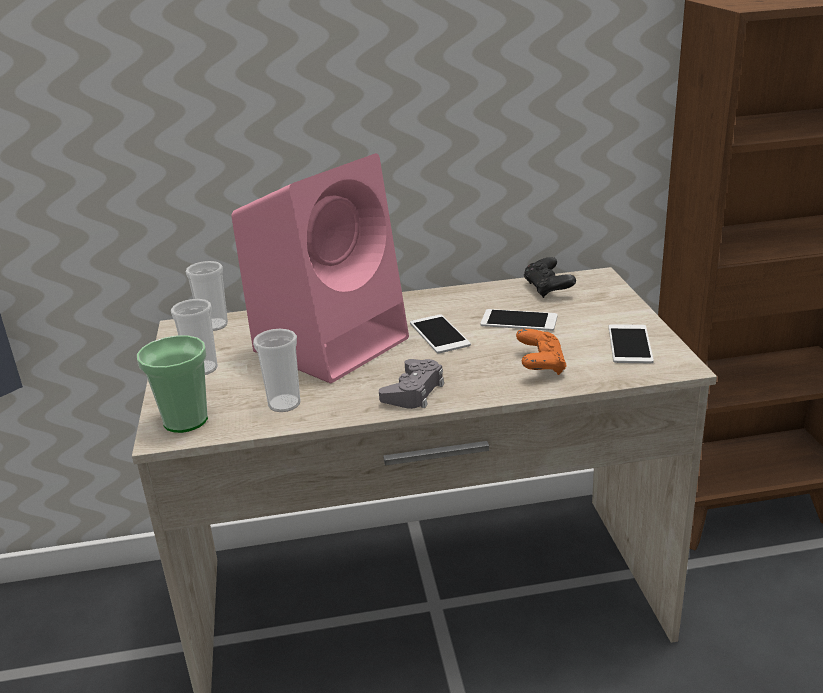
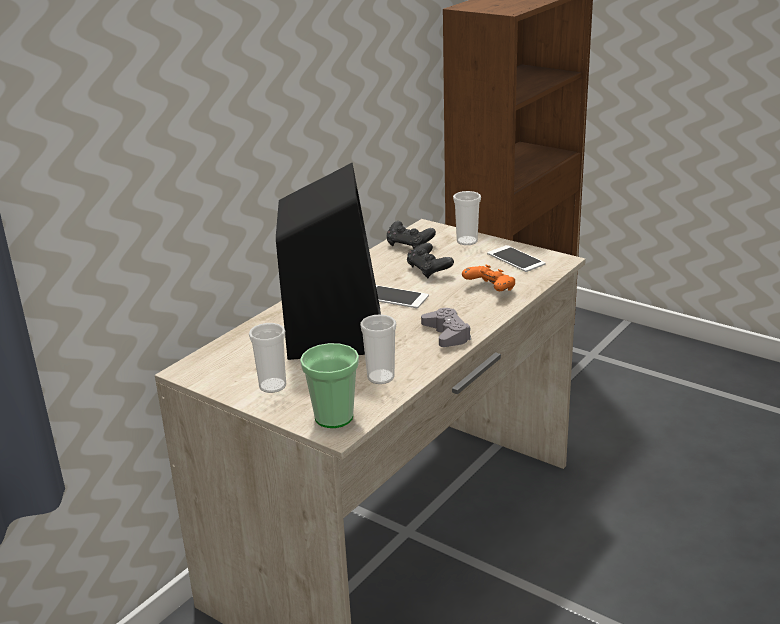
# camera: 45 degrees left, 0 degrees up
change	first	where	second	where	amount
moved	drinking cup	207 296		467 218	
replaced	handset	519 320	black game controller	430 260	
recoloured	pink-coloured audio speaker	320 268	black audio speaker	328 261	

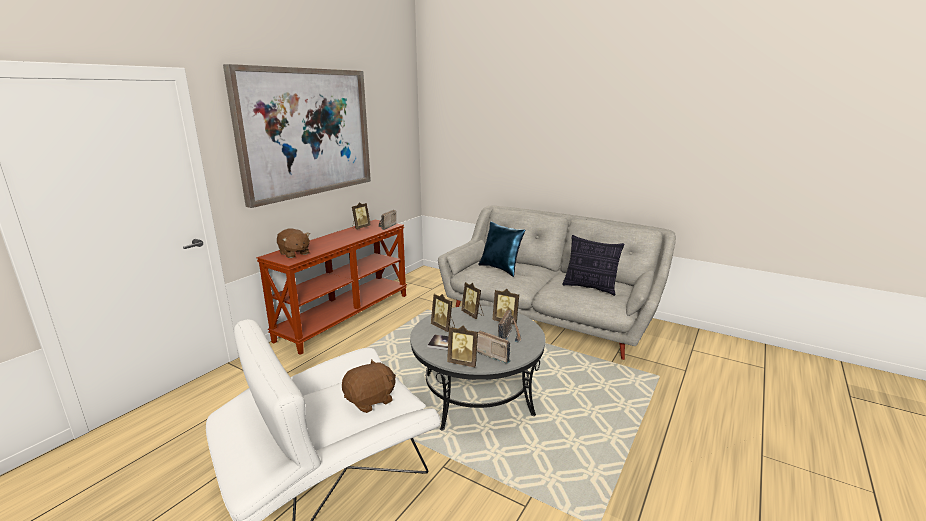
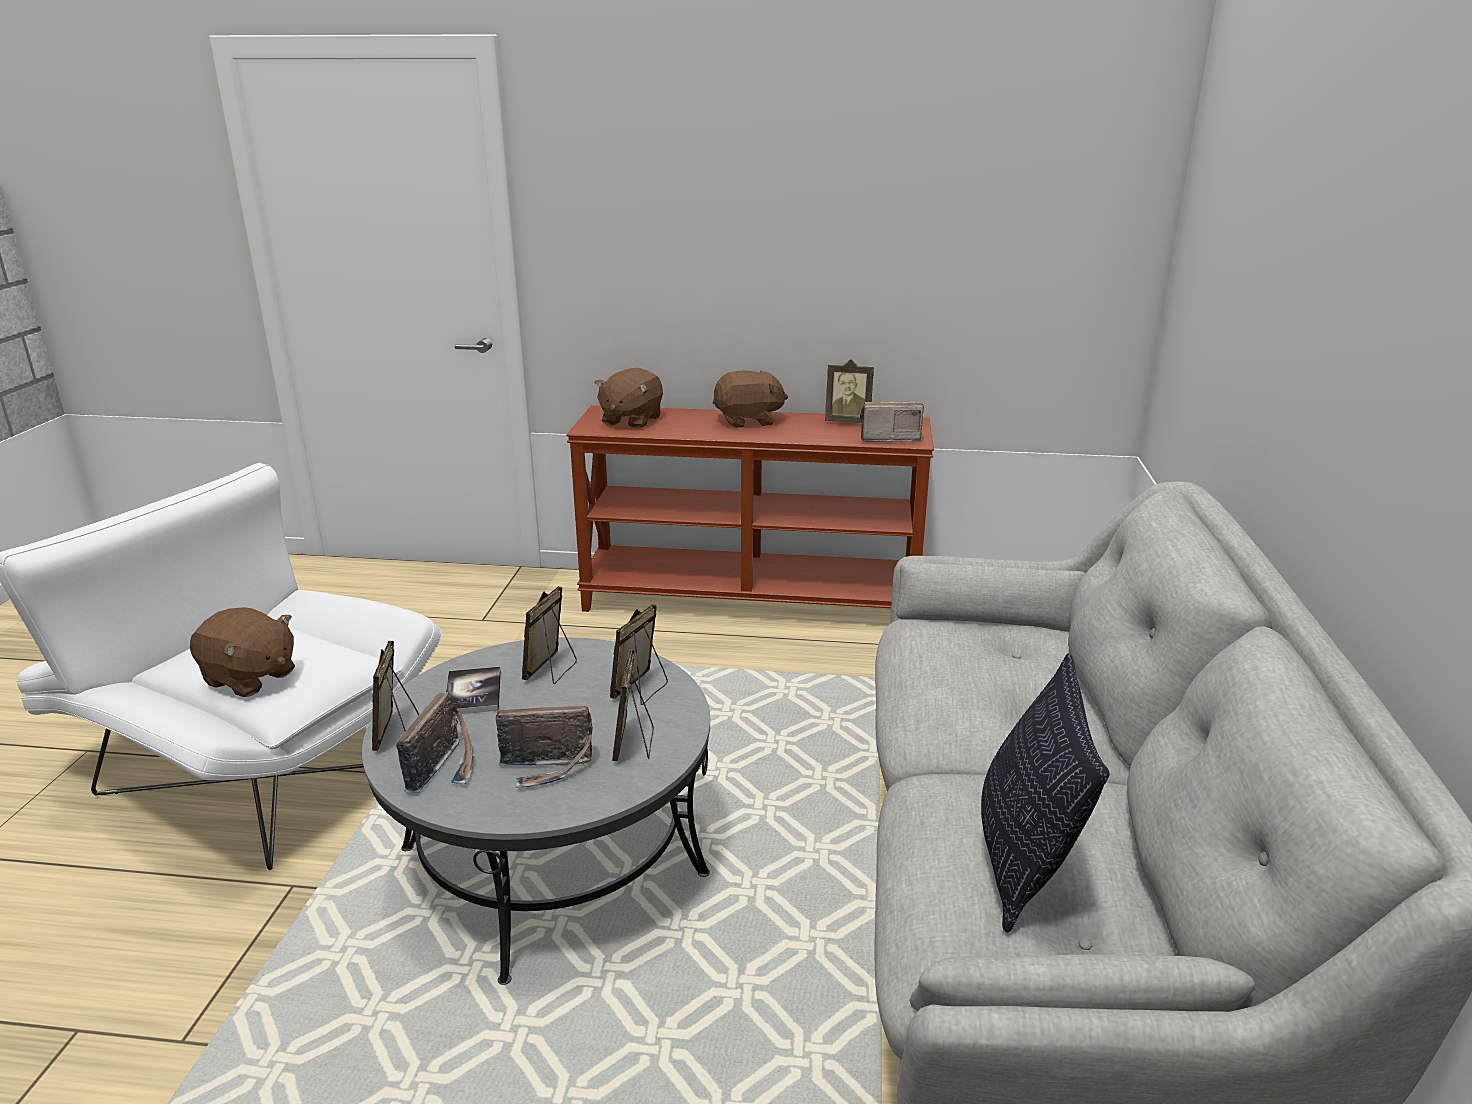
# camera: 65 degrees right, 5 degrees up
change	first	where	second	where	amount
removed	picture	297 136			
removed	bluish cushion	501 249			
added			brownish plush toy	750 399	

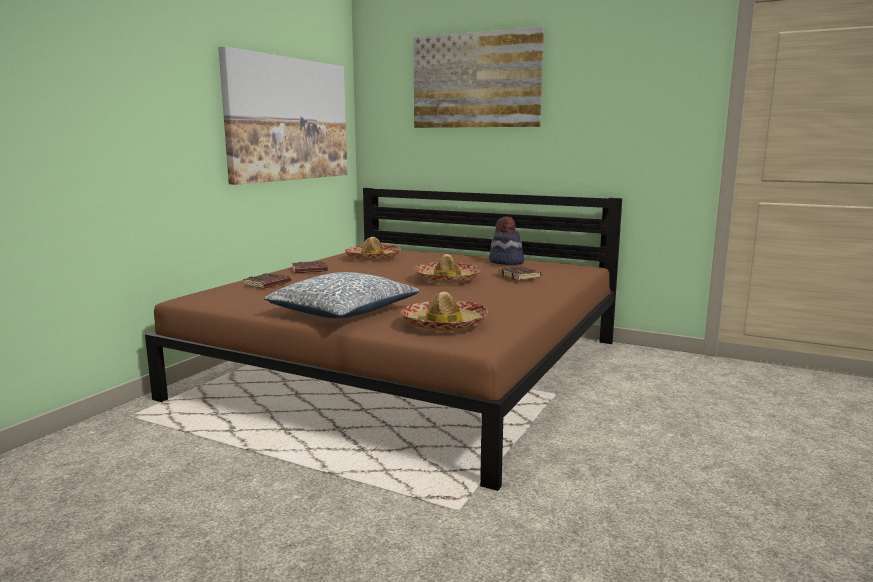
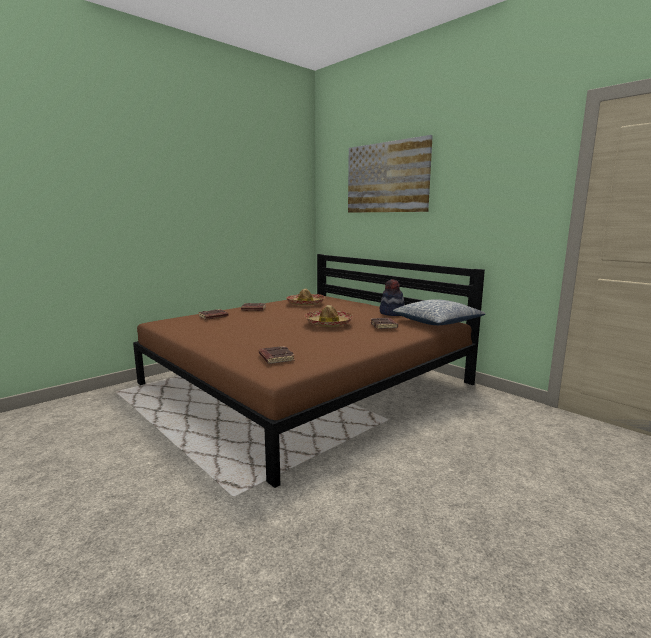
# camera: 20 degrees right, 0 degrees up
change	first	where	second	where	amount
removed	picture	282 115			
moved	cushion	341 295		439 312	
replaced	hat	444 311	brownish book	277 355	

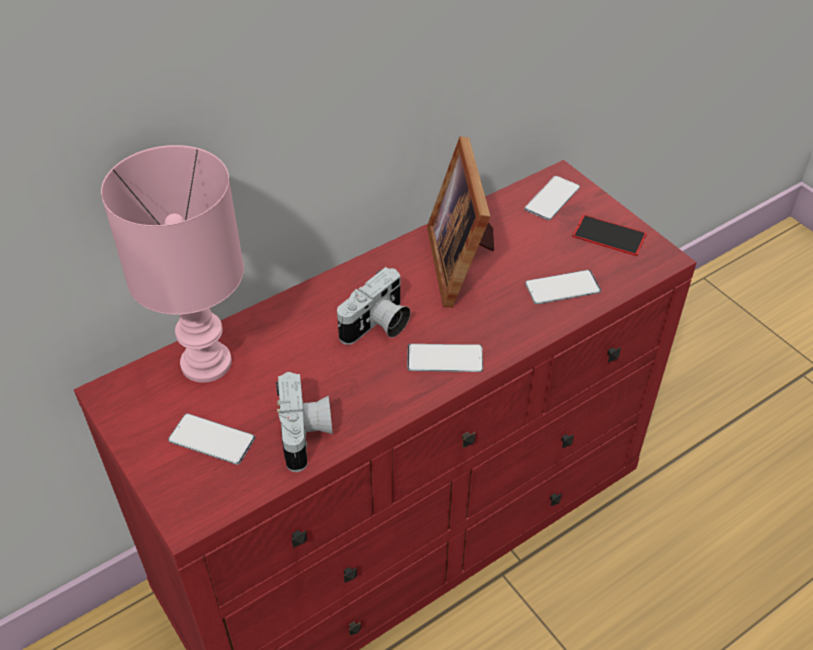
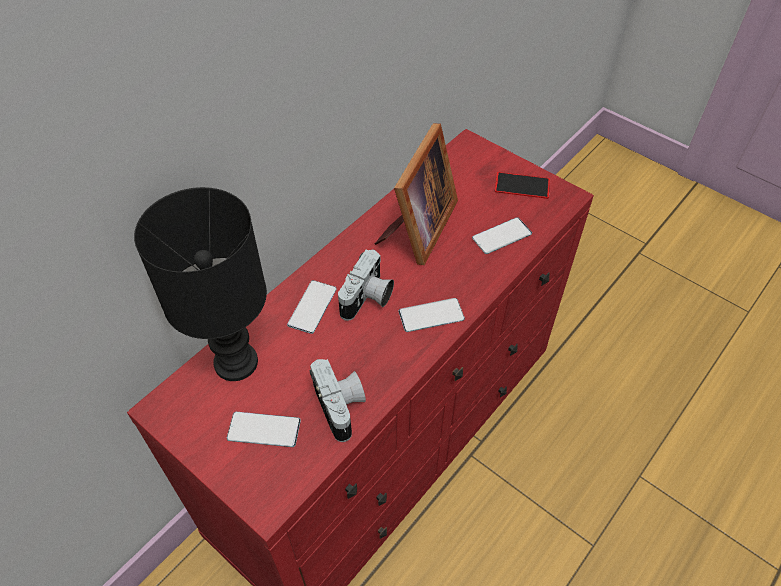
# camera: 15 degrees left, 5 degrees up
change	first	where	second	where	amount
moved	handset	552 198		312 307	
recoloured	pink-coloured table lamp	172 264	black table lamp	200 284	
turned	photo frame	460 222		416 194	135 degrees counterclockwise

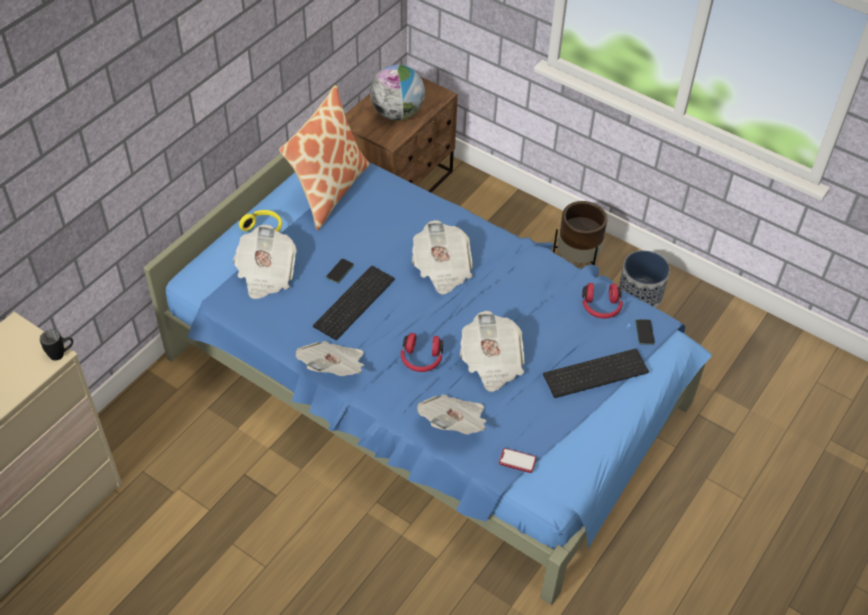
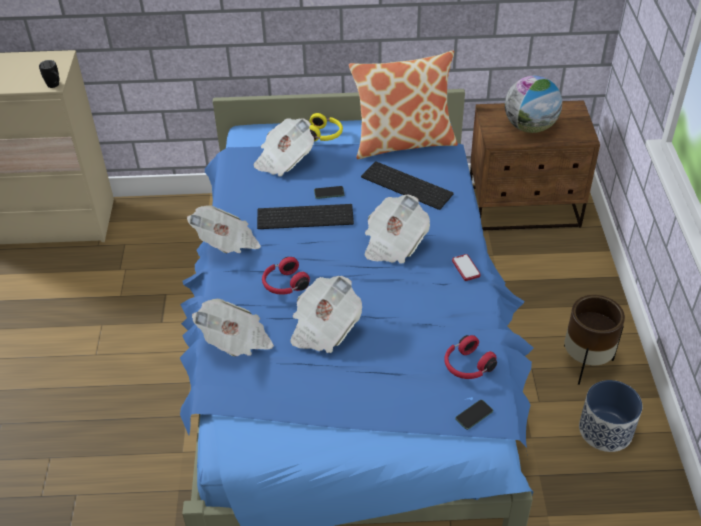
# camera: 55 degrees right, 5 degrees down
change	first	where	second	where	amount
moved	handset	517 460		466 267	
moved	PC keyboard	596 373		407 185	

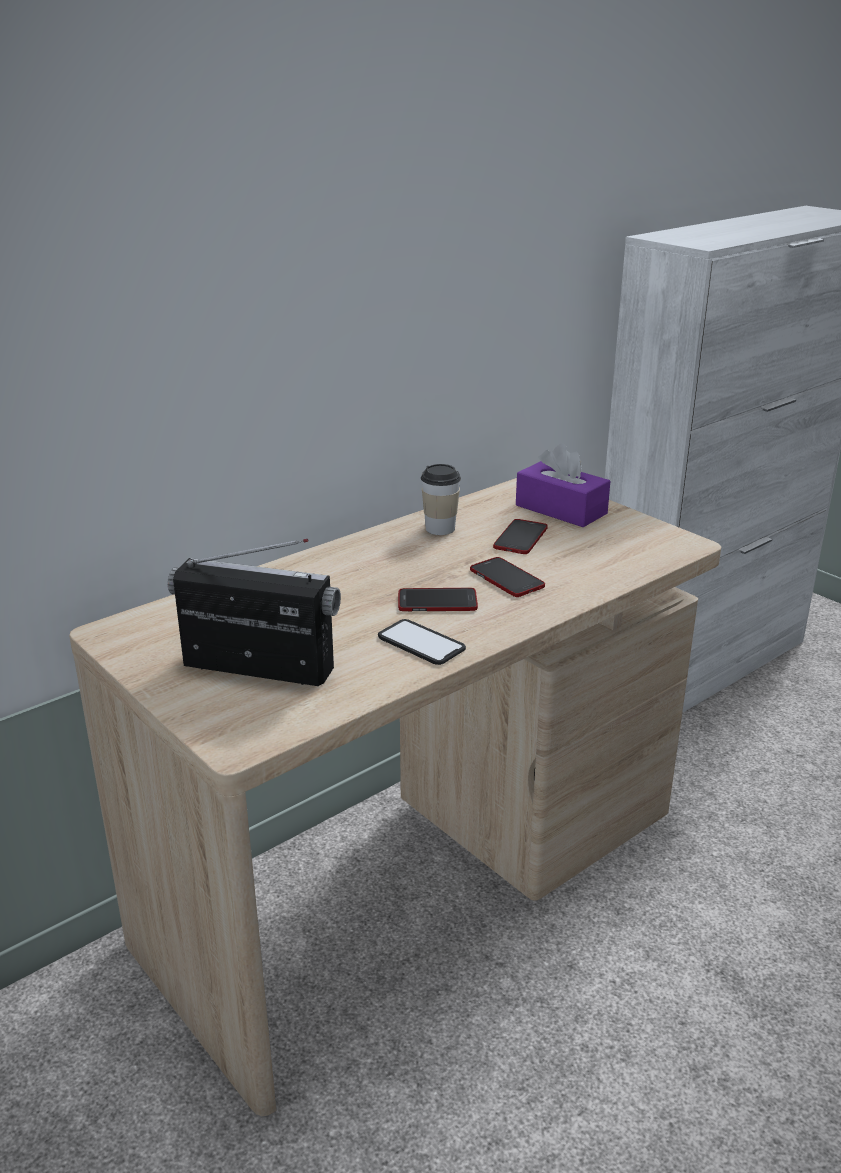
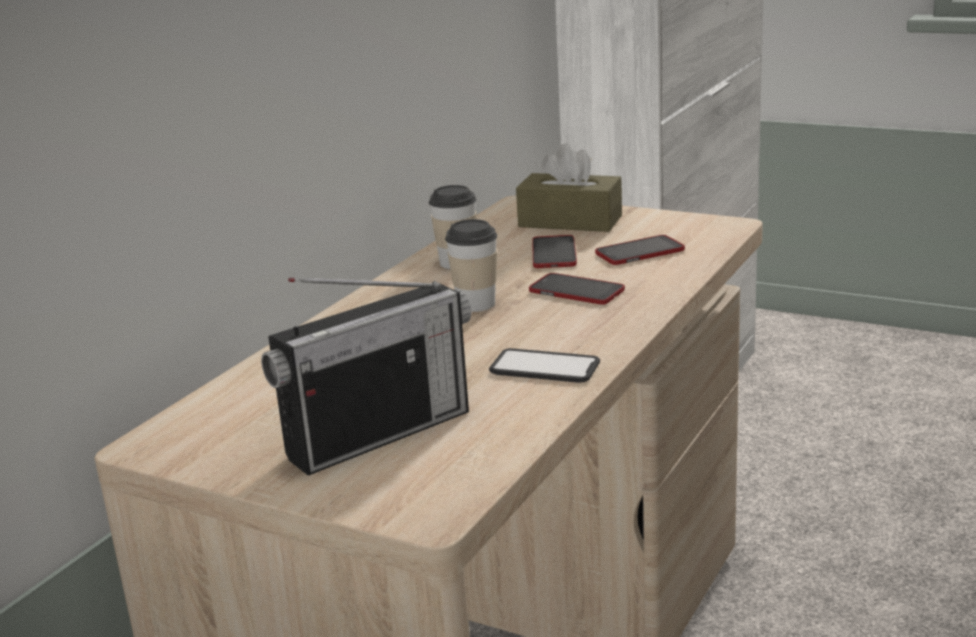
# camera: 20 degrees left, 5 degrees down
change	first	where	second	where	amount
added			drinking cup	471 265	
moved	handset	438 599		640 250	
recoloured	purple-coloured tissue box	563 485	brownish tissue box	569 187	
turned	radio set	254 612		366 377	150 degrees clockwise

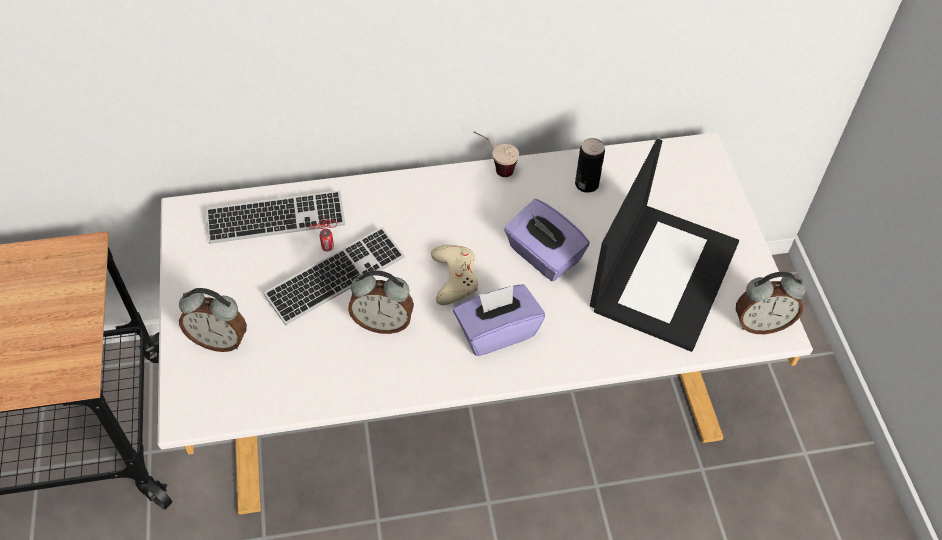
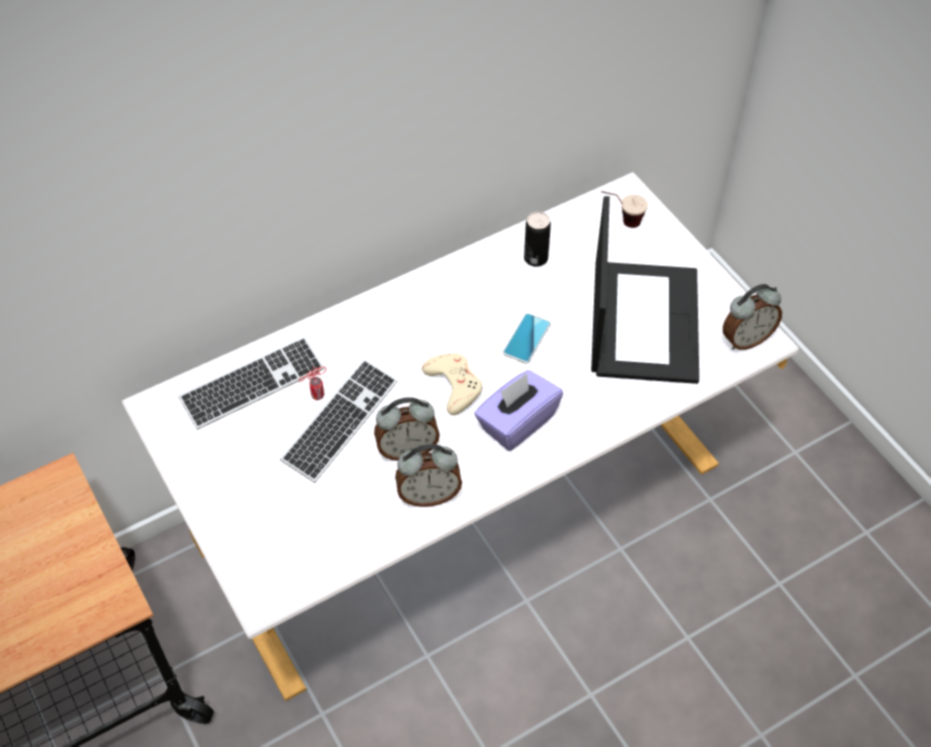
# camera: 20 degrees left, 0 degrees up
change	first	where	second	where	amount
moved	bedside clock	213 320		428 475	
moved	drinking cup	496 154		624 209	
replaced	purple-coloured tissue box	547 240	handset	526 338	

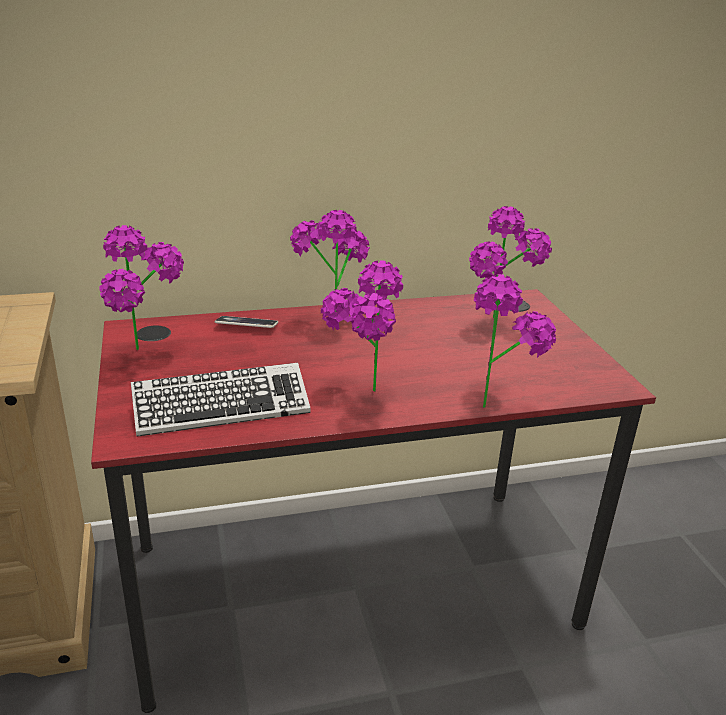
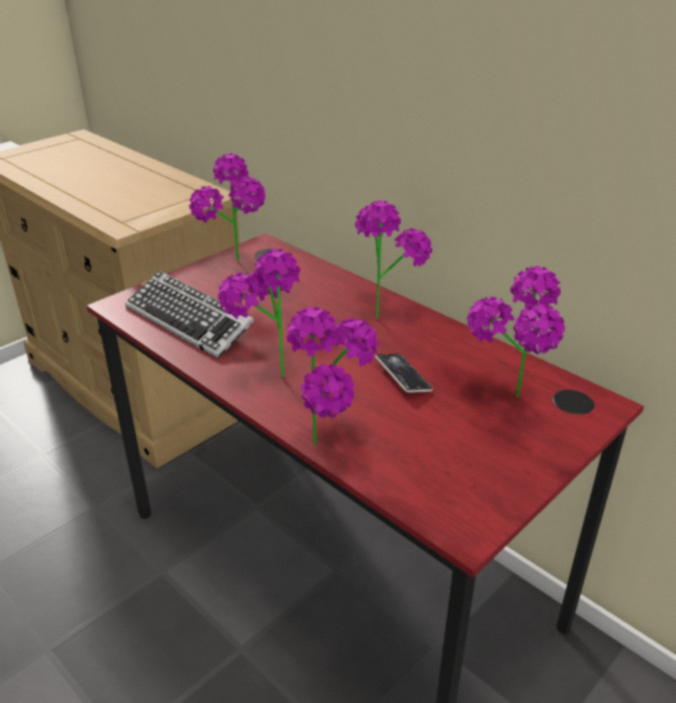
# camera: 60 degrees right, 5 degrees up
change	first	where	second	where	amount
moved	handset	246 322		404 373	

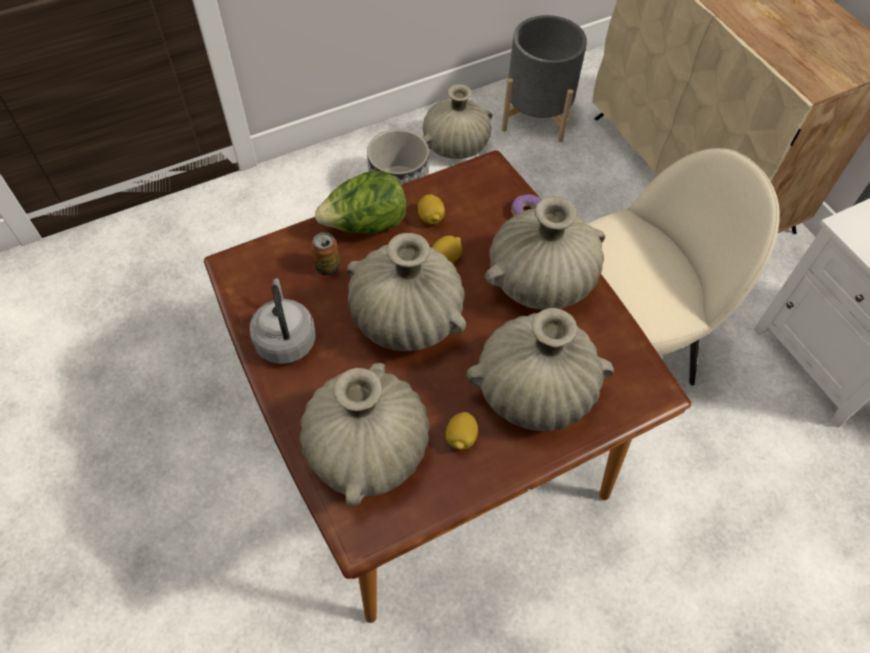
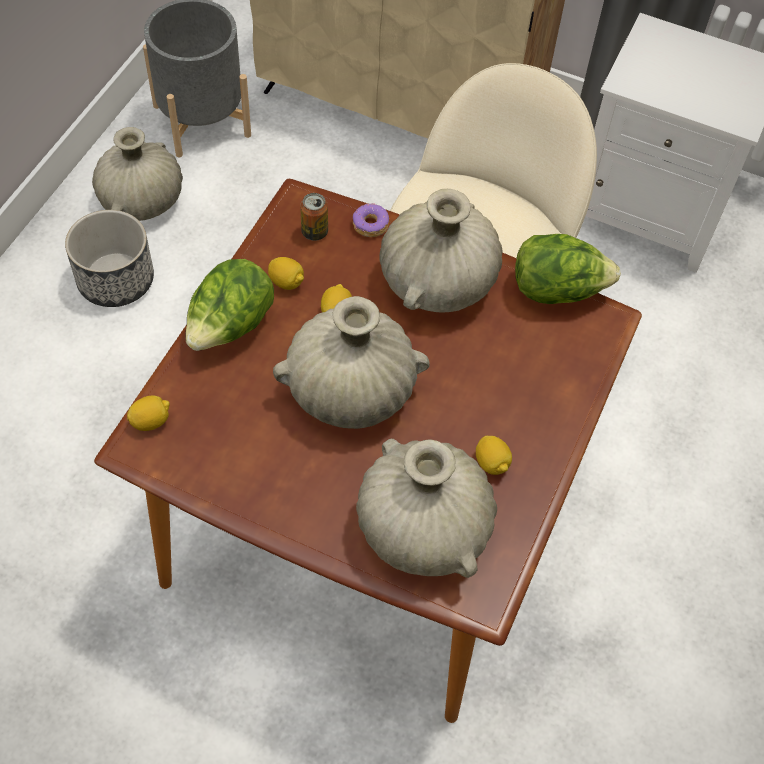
# camera: 40 degrees left, 0 degrees up
change	first	where	second	where	amount
removed	gray kettle	283 321			
removed	beige-coloured flower vase	540 369			
added			whole lemon	148 413	
added			lettuce head	568 269	
moved	can	325 254		314 217	

